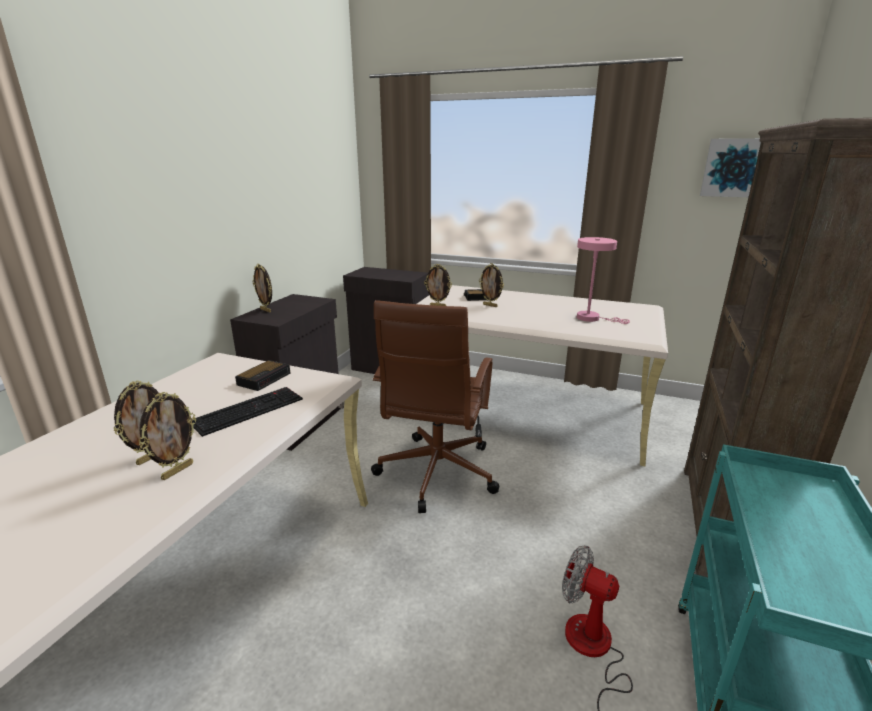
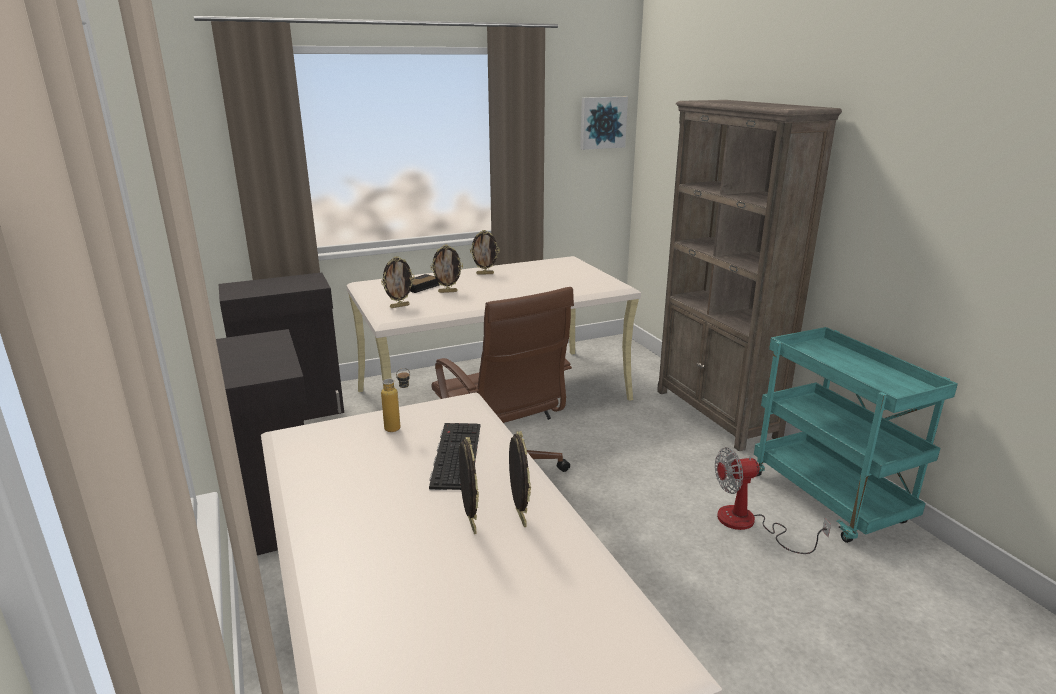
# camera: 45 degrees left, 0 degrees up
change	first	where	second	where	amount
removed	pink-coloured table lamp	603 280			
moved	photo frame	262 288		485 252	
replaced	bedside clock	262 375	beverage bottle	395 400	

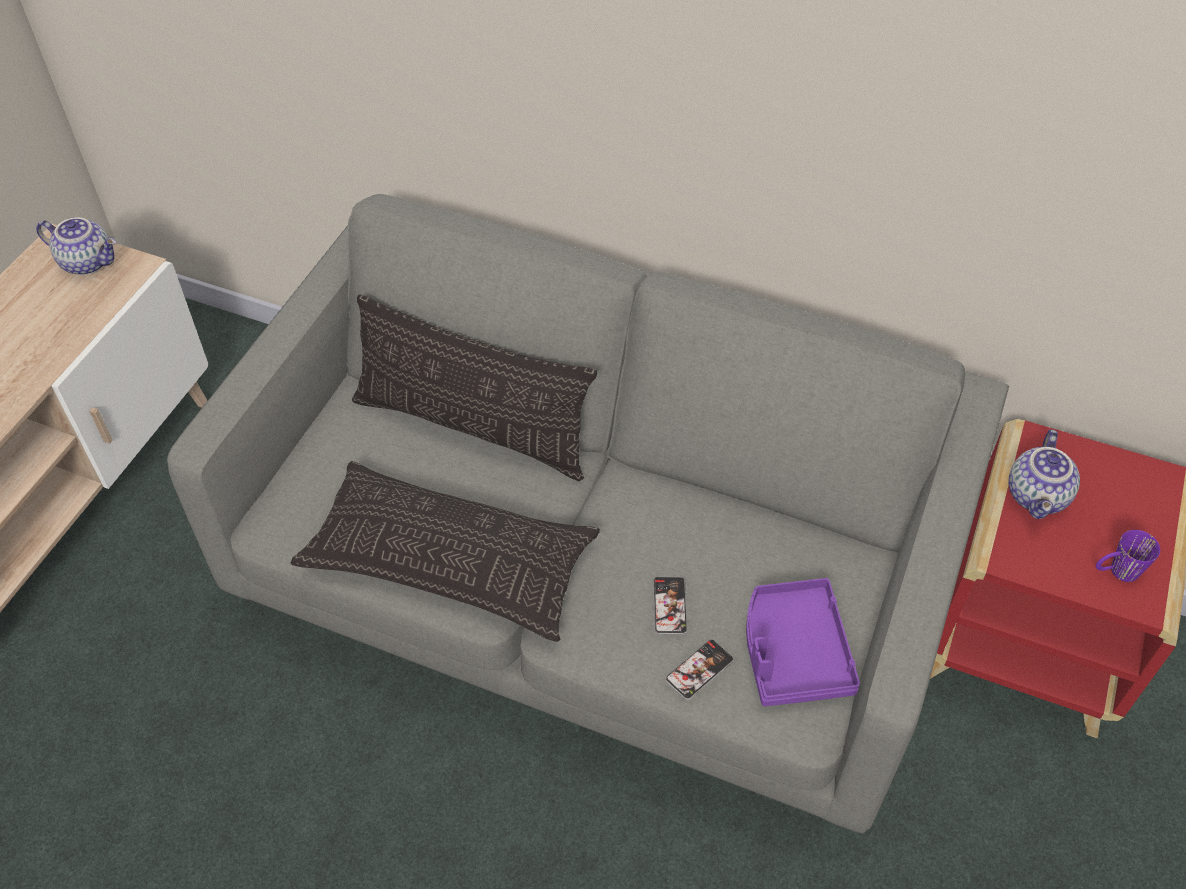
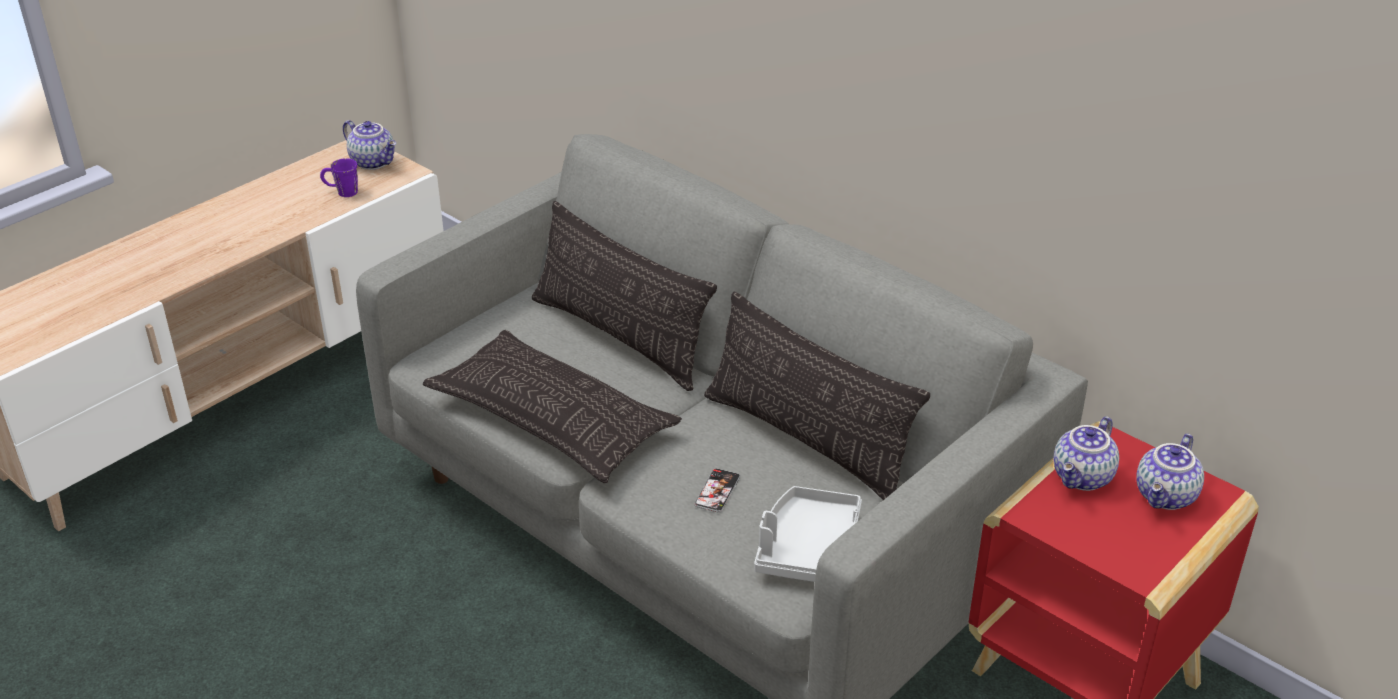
# camera: 20 degrees right, 15 degrees down
change	first	where	second	where	amount
removed	handset	699 669			
added			cushion	817 395	
added			teapot	1170 471	
moved	purple-coloured tea mug	1128 556		339 177	
recoloured	purple-coloured carrying tray	803 642	gray carrying tray	808 534	

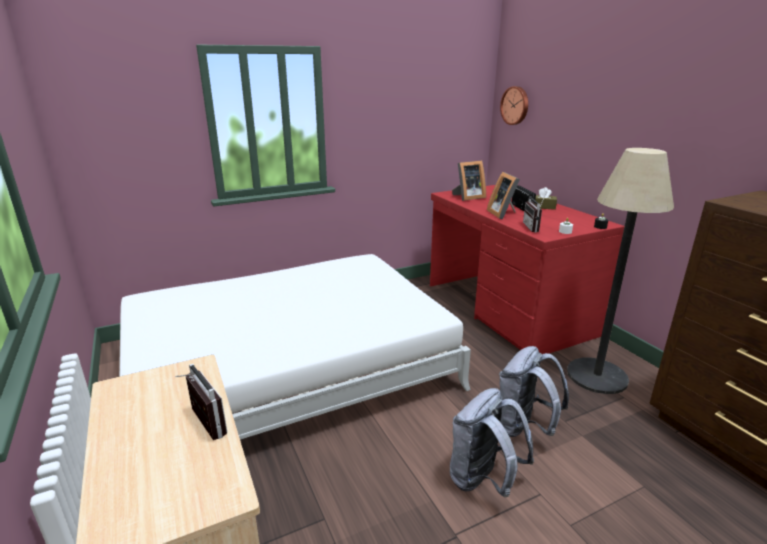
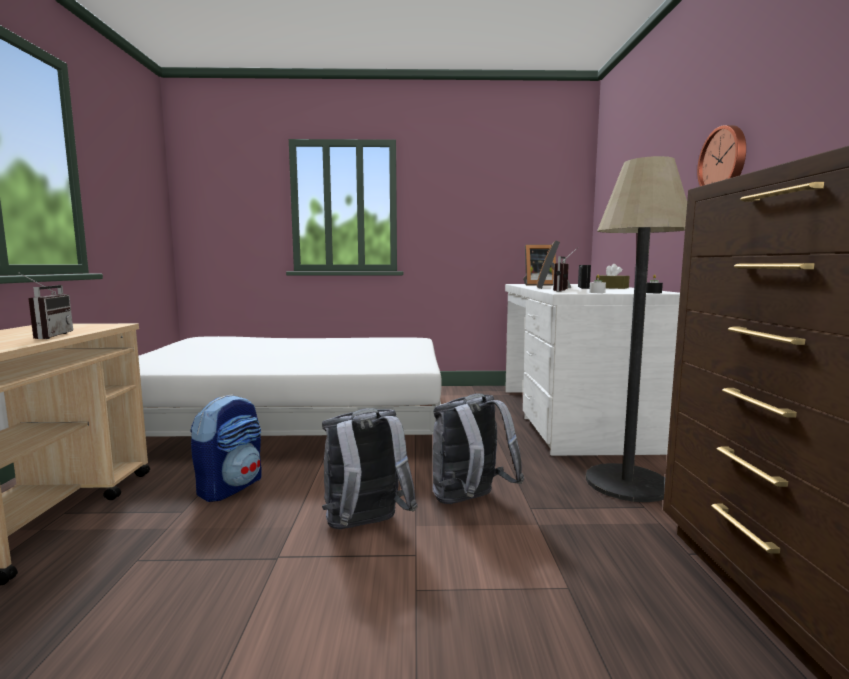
# camera: 25 degrees right, 15 degrees down
change	first	where	second	where	amount
added			knapsack	226 448	
moved	clock on the wall	514 105		721 155	
recoloured	red-coloured desk	527 269	whitish desk	592 370	

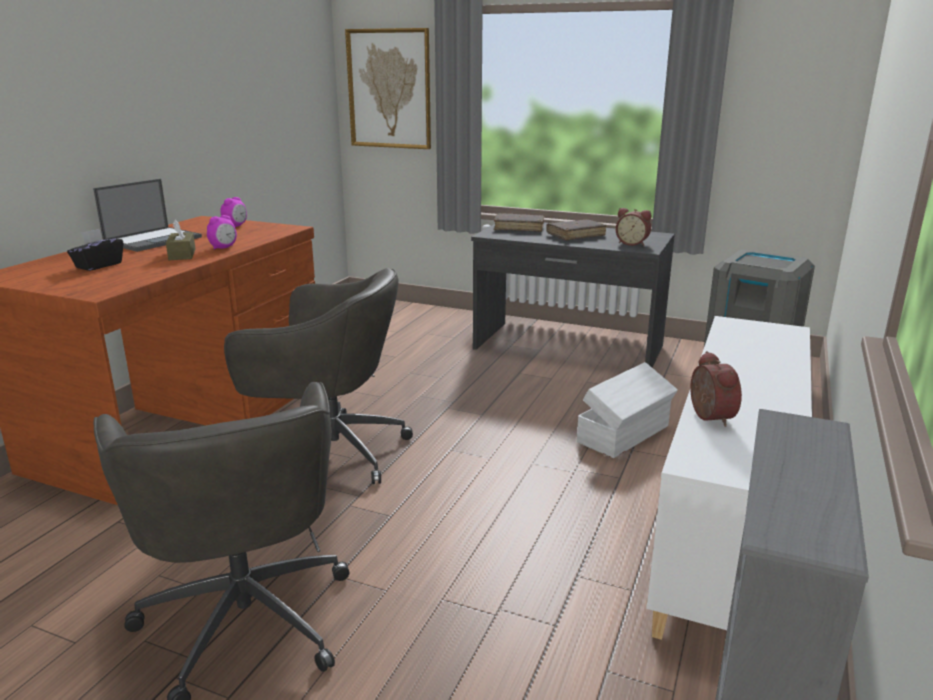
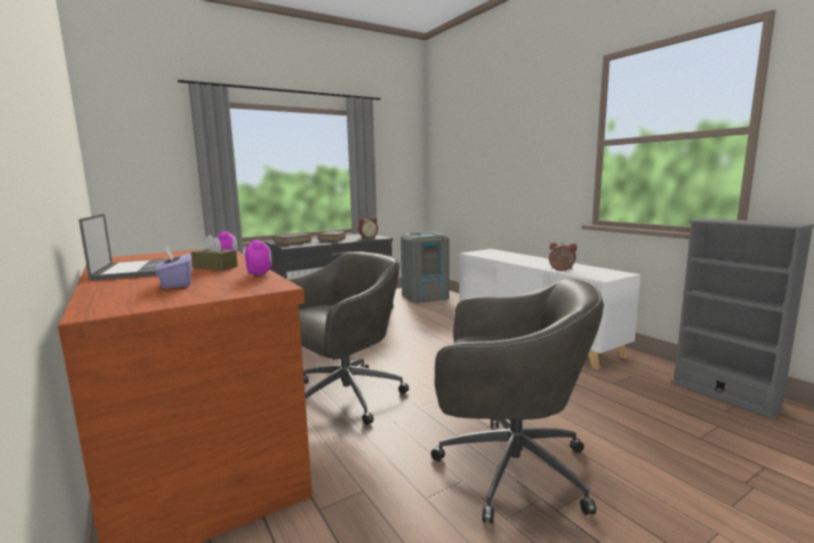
# camera: 55 degrees left, 10 degrees down
change	first	where	second	where	amount
removed	picture	388 88			
removed	whitish storage bin	627 410			
moved	bedside clock	234 212		258 258	
recoloured	black tissue box	95 250	purple-coloured tissue box	173 268	

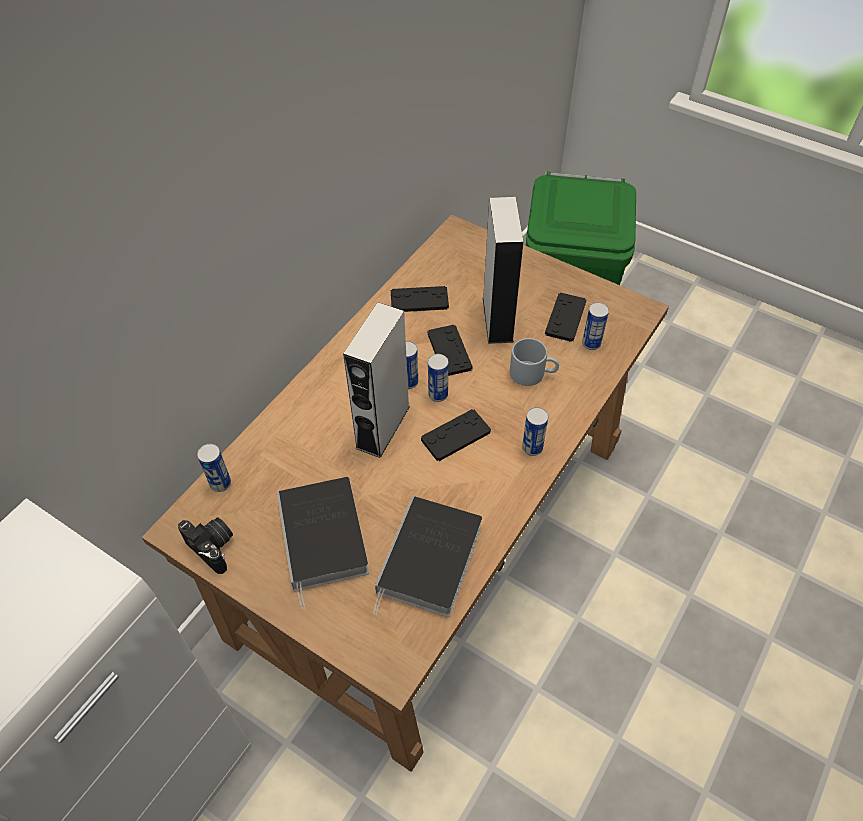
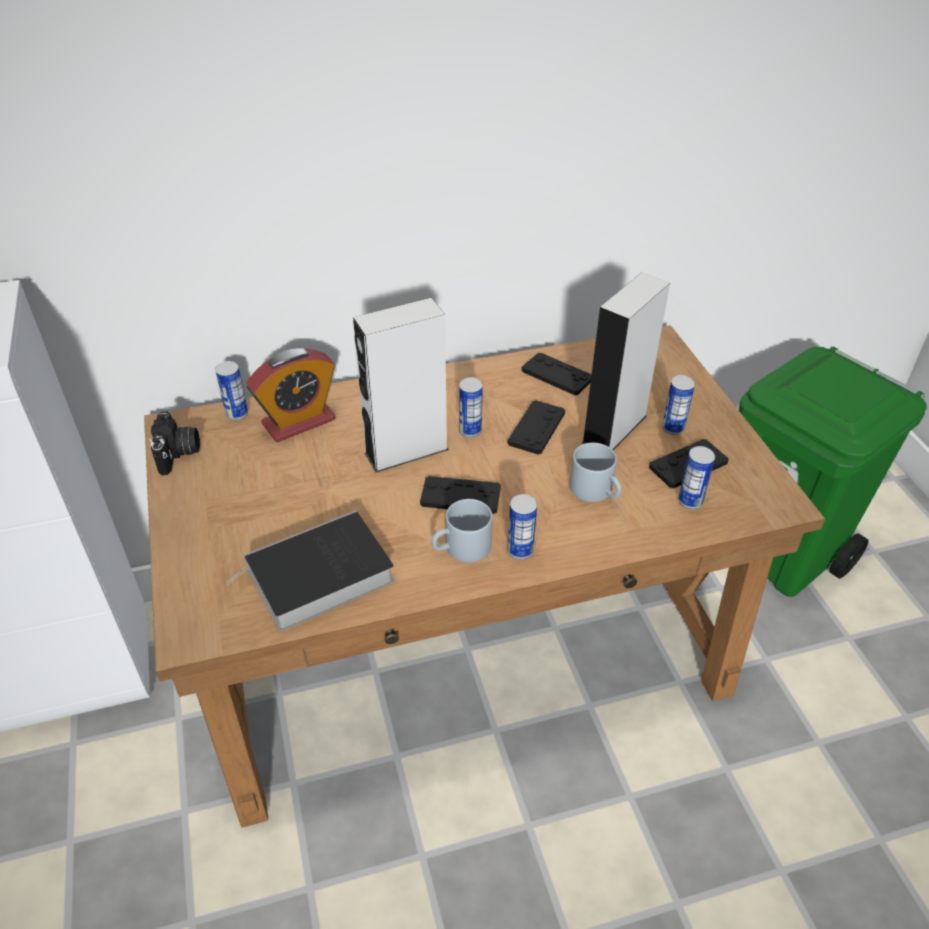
# camera: 40 degrees right, 10 degrees down
change	first	where	second	where	amount
removed	book	323 543			
added			bedside clock	290 395	
added			gray tea mug	462 531	
moved	can	438 378		678 405	

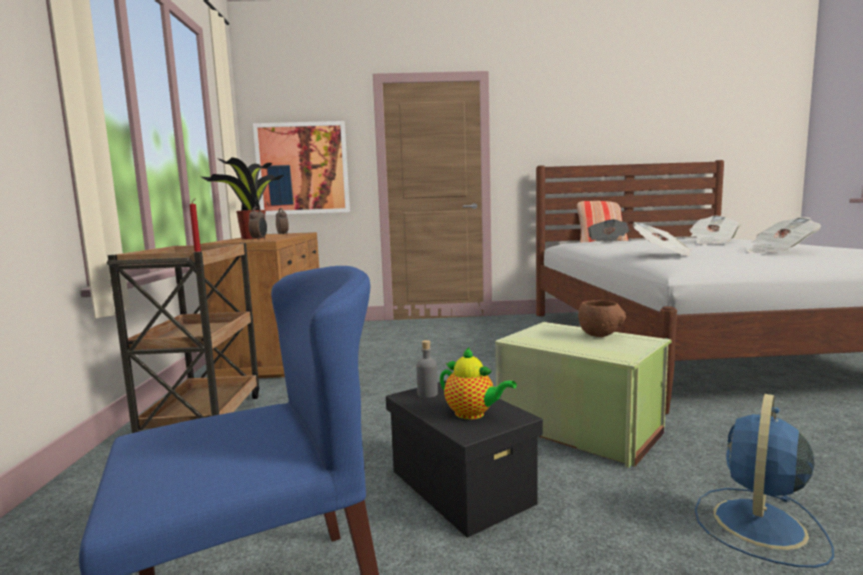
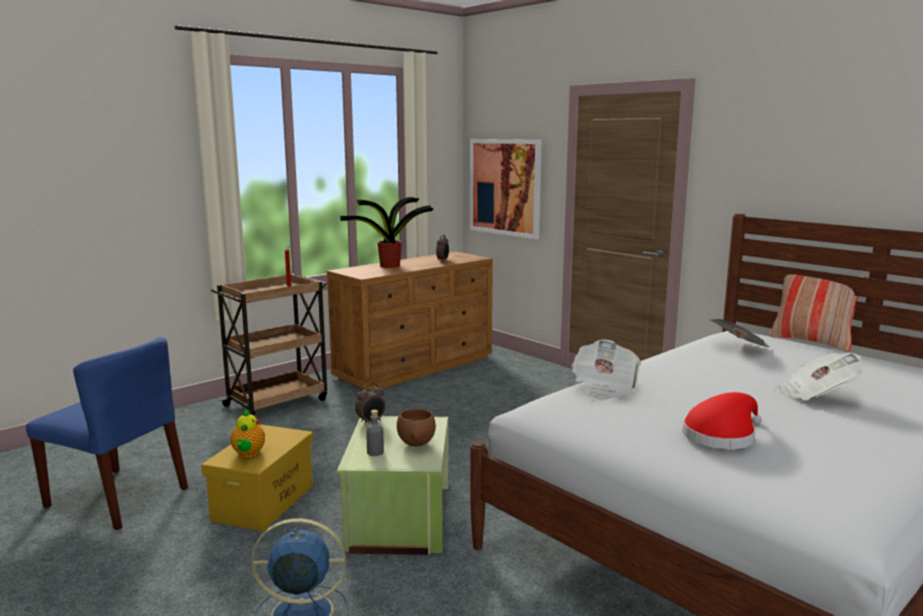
# camera: 50 degrees right, 5 degrees up
change	first	where	second	where	amount
moved	bedside clock	257 223		370 404	
moved	gray beverage bottle	427 369		375 433	
replaced	printed paper	784 235	red-coloured hat	721 420	
recoloured	black storage bin	464 459	yellow storage bin	257 477	

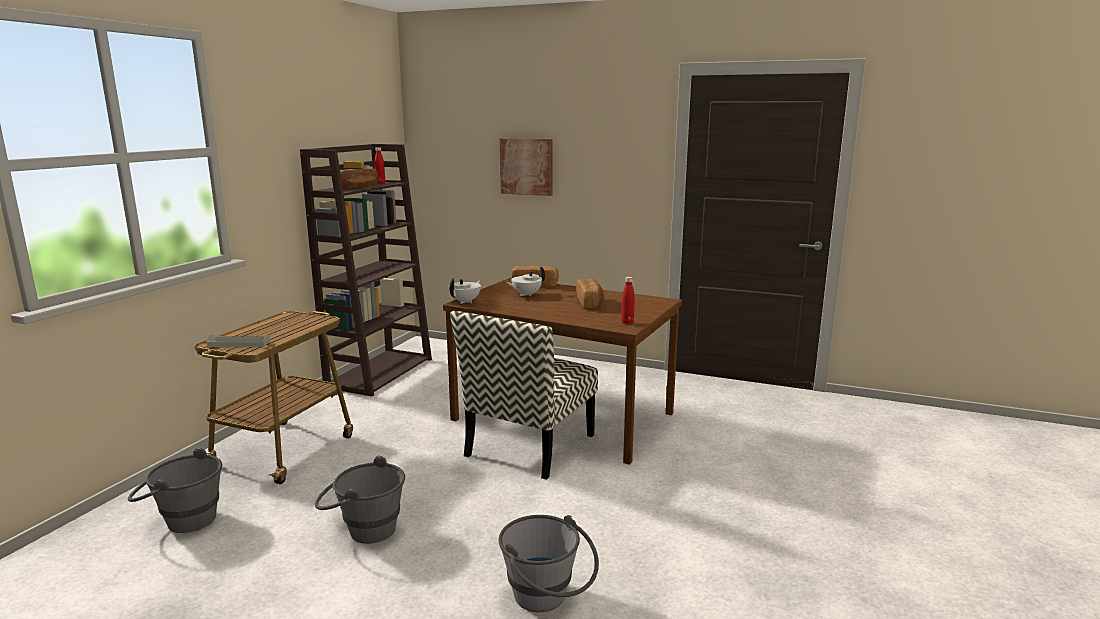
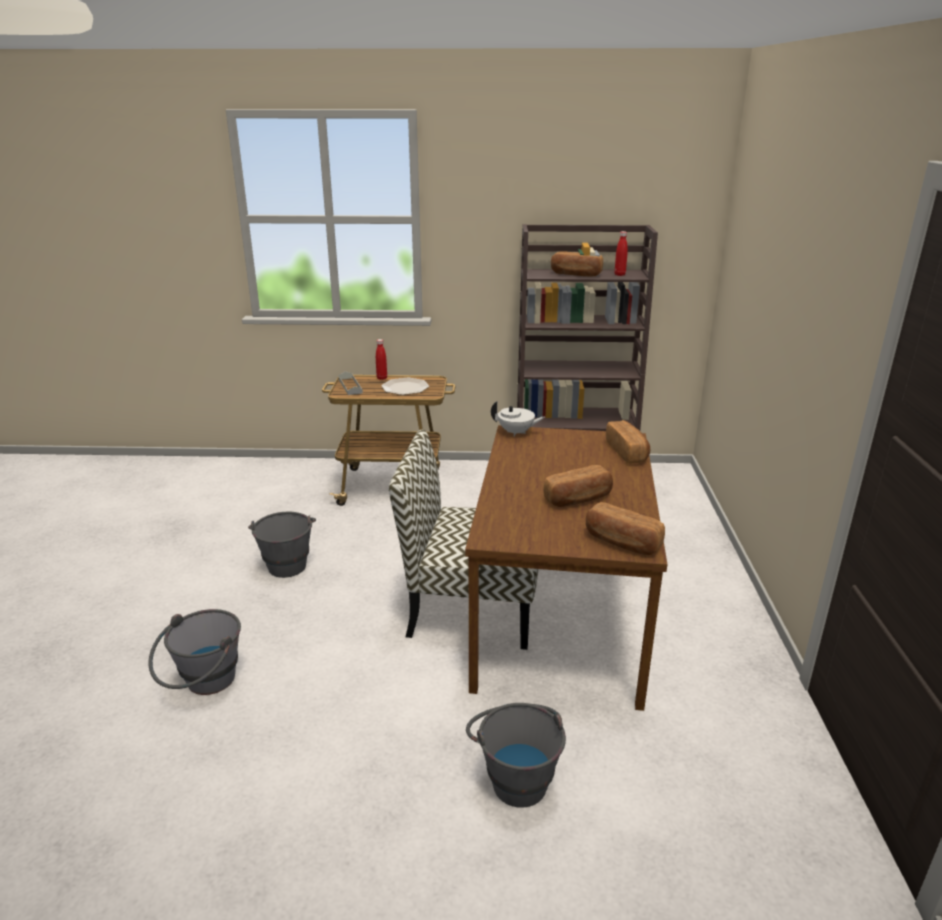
# camera: 70 degrees right, 10 degrees up
change	first	where	second	where	amount
removed	picture	526 167			
removed	whitish teapot	525 281			
added			dinner plate	405 386	
added			bakery bread	625 528	
moved	gray pail	175 490		516 755	
moved	red-coloured beverage bottle	628 300		381 359	

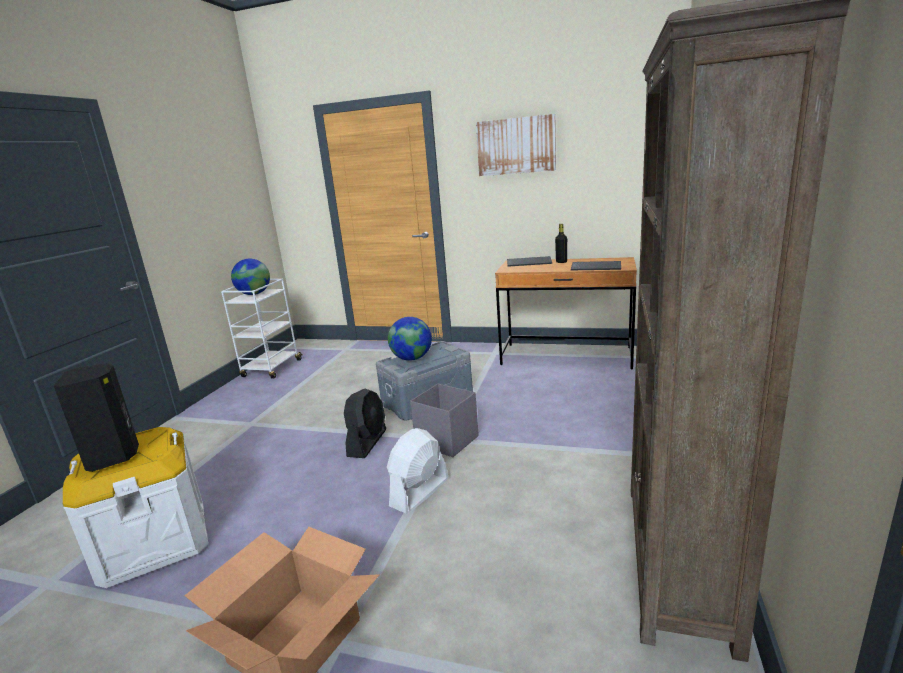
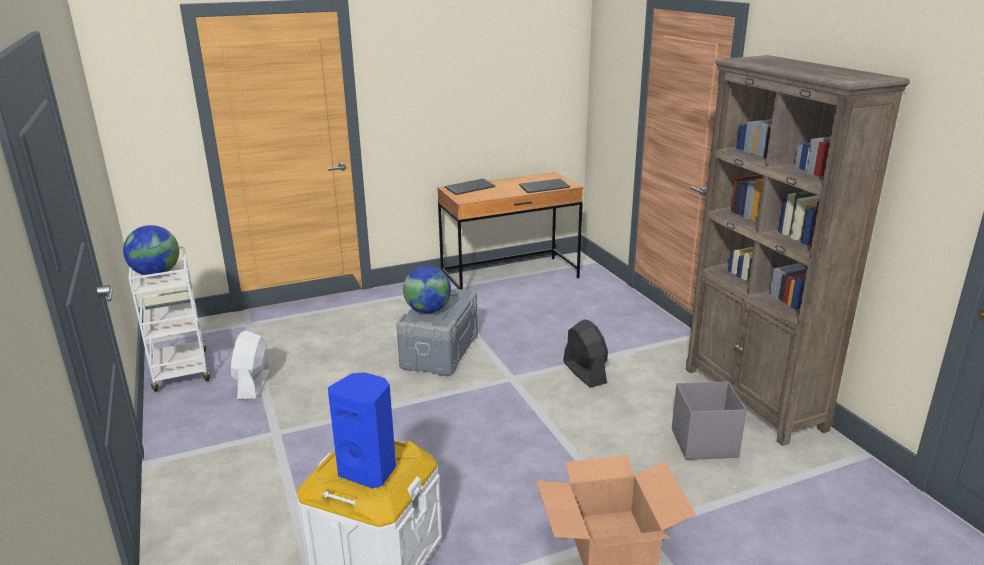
# camera: 40 degrees left, 5 degrees up
change	first	where	second	where	amount
removed	picture	516 145			
removed	black beverage bottle	561 243			
moved	black fan	365 423		585 353	
moved	whitish fan	417 471		250 364	
moved	gray storage bin	444 420		709 420	
recoloured	black audio speaker	96 417	bluish audio speaker	362 430	

